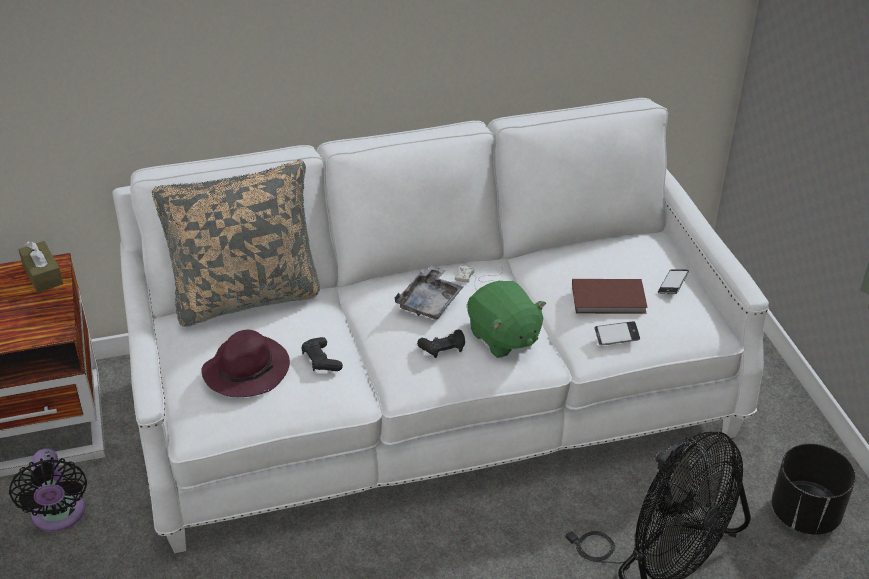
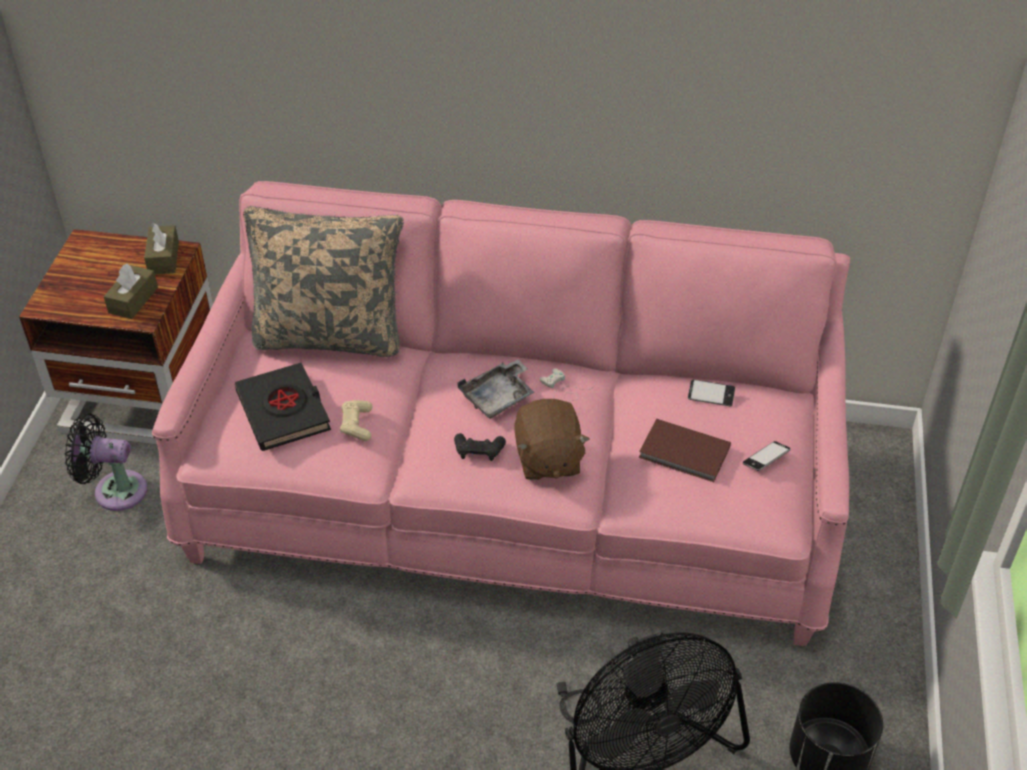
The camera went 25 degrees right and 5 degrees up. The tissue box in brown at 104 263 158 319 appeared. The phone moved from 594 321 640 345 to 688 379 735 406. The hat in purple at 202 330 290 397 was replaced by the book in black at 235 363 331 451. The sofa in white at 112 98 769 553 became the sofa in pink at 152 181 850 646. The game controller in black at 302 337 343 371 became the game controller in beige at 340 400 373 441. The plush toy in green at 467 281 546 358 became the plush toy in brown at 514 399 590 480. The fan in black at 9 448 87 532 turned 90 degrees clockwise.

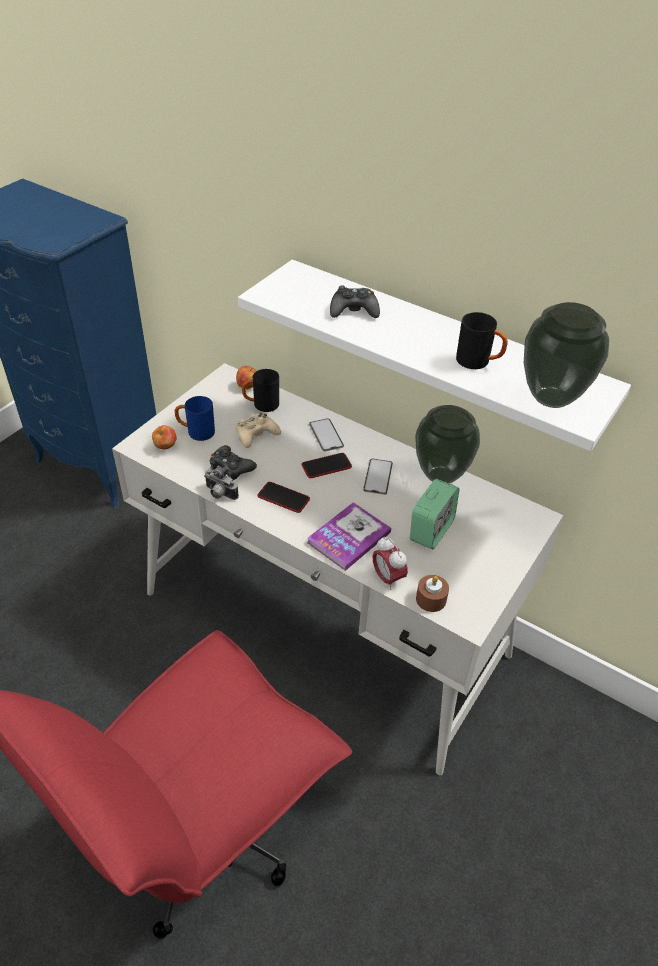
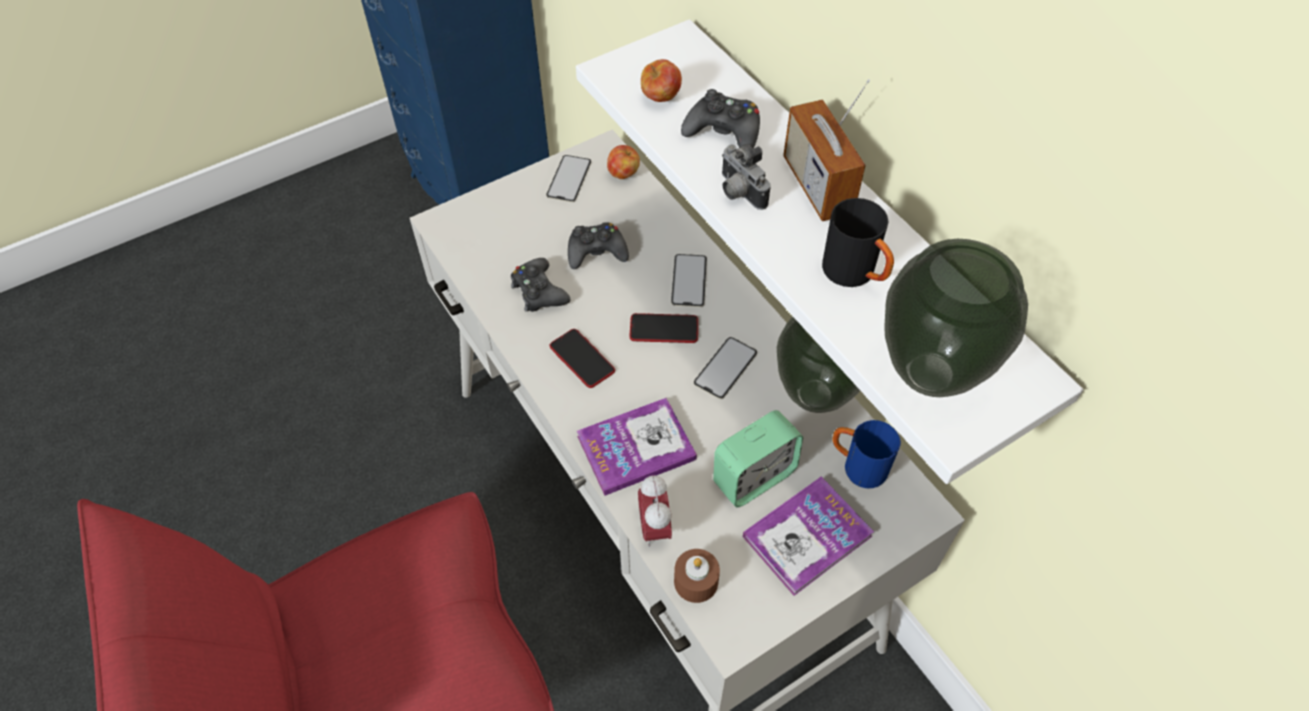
The camera went 25 degrees right and 10 degrees up. The mug in black at 242 369 279 412 disappeared. The phone at 546 155 591 202 appeared. The book at 743 476 874 596 appeared. The radio at 783 79 870 221 appeared. The apple moved from 152 425 177 450 to 641 59 682 102. The mug in blue moved from 175 396 215 441 to 832 420 901 488. The photo camera moved from 204 466 239 500 to 722 144 771 210. The game controller in beige at 236 413 281 448 became the game controller in black at 568 222 629 269.

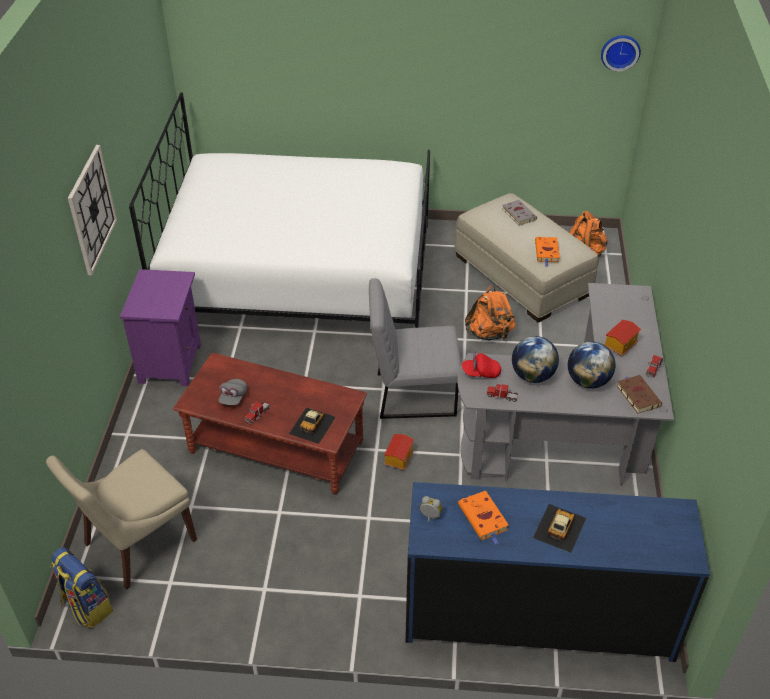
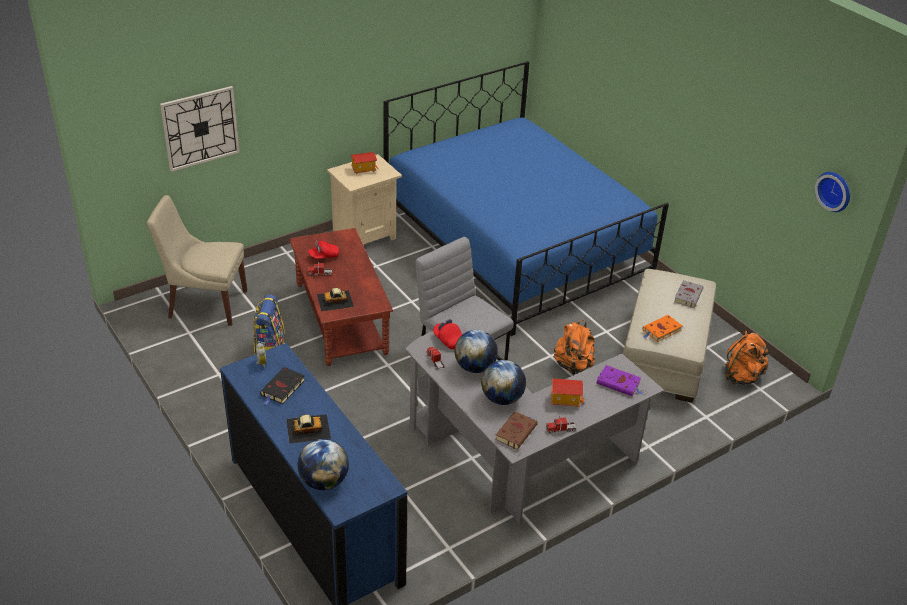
The camera went 50 degrees right and 5 degrees down. The globe at 298 439 349 490 appeared. The book in purple at 597 365 643 396 appeared. The backpack moved from 51 547 113 628 to 253 294 285 355. The wall clock moved from 68 145 117 275 to 160 86 240 172. The toy house moved from 384 434 414 470 to 351 152 378 174. The nightstand in purple at 120 269 201 386 became the nightstand in beige at 327 154 402 244. The bed in white at 129 92 430 328 became the bed in blue at 383 61 669 336. The cap in grey at 218 379 247 405 became the cap in red at 308 240 339 259. The book in orange at 458 490 509 545 became the book in black at 260 367 305 405.

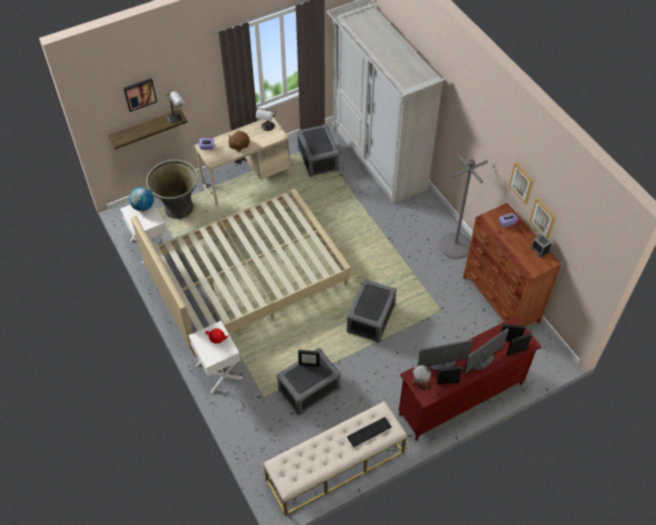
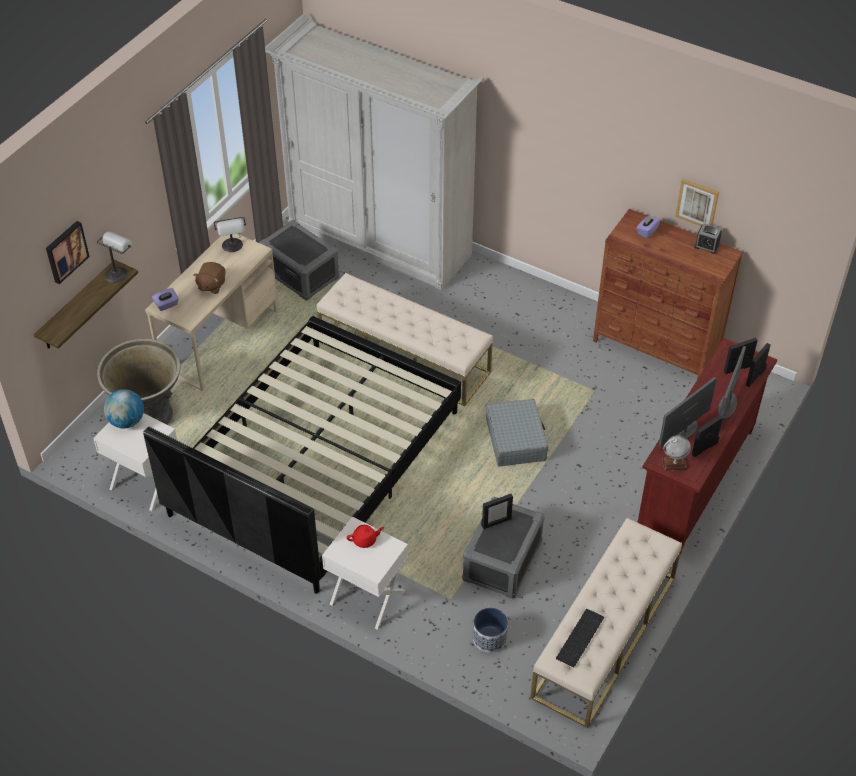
The camera went 30 degrees left and 5 degrees down. The clothes rack in grey at 439 155 488 259 disappeared. The picture at 509 162 534 204 disappeared. The bench in beige at 317 273 493 406 appeared. The planter at 473 608 508 653 appeared. The keyboard moved from 347 417 392 447 to 556 609 604 667. The storage box in grey at 346 279 397 343 was replaced by the suitcase in grey at 486 399 548 467. The bed in beige at 131 188 351 355 became the bed in black at 143 316 461 594.

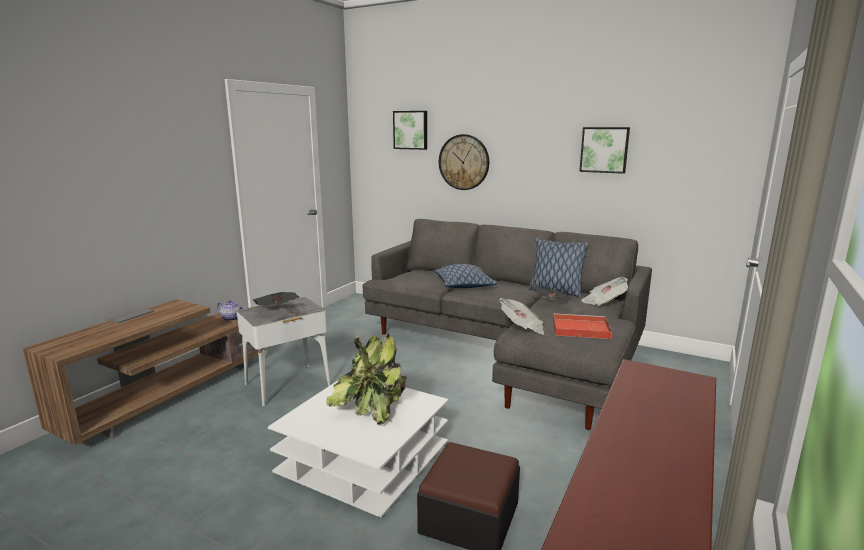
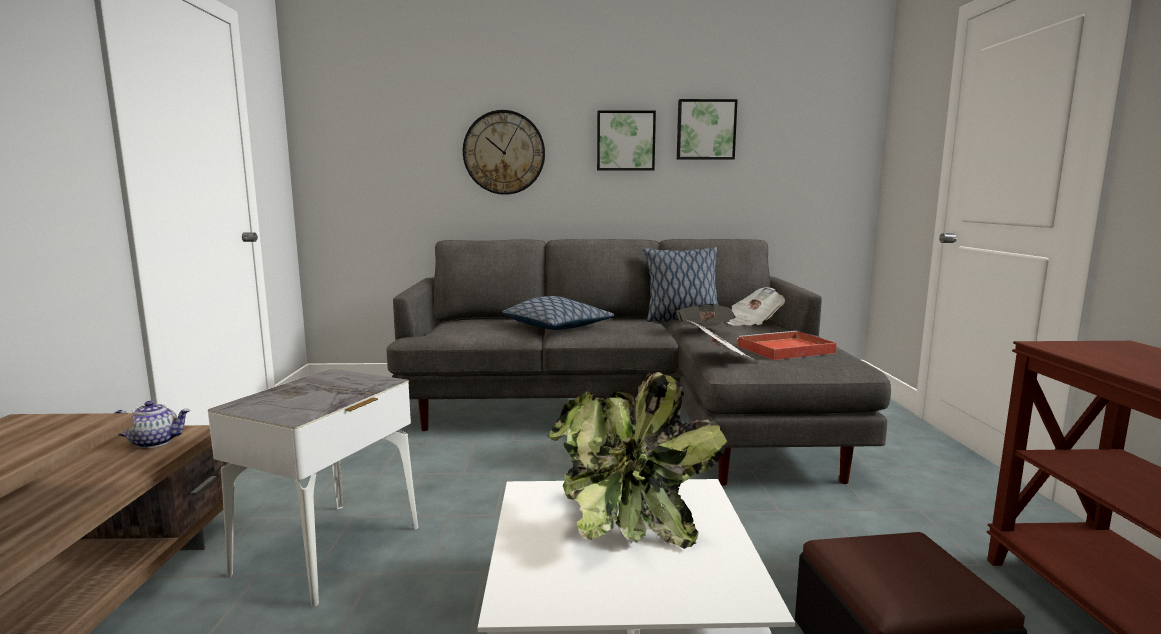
The camera went 30 degrees left and 5 degrees down. The newspaper at 253 292 299 305 disappeared. The picture moved from 393 111 427 150 to 597 110 656 171.

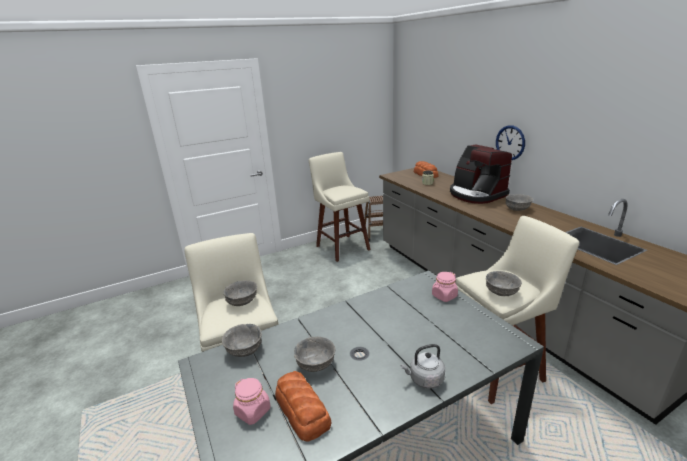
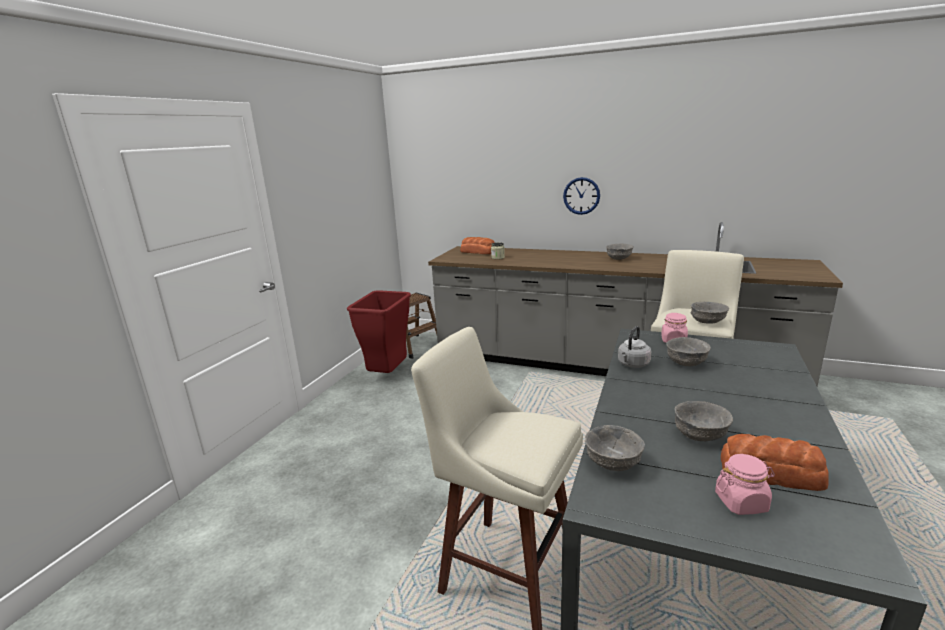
The camera went 40 degrees left and 5 degrees down. The coffee machine at 450 144 512 204 disappeared. The bowl in grey moved from 223 280 257 306 to 666 337 711 366. The kettle in grey moved from 401 344 445 389 to 618 326 651 368. The stool in beige at 309 152 370 262 was replaced by the trash can in red at 347 290 411 373.

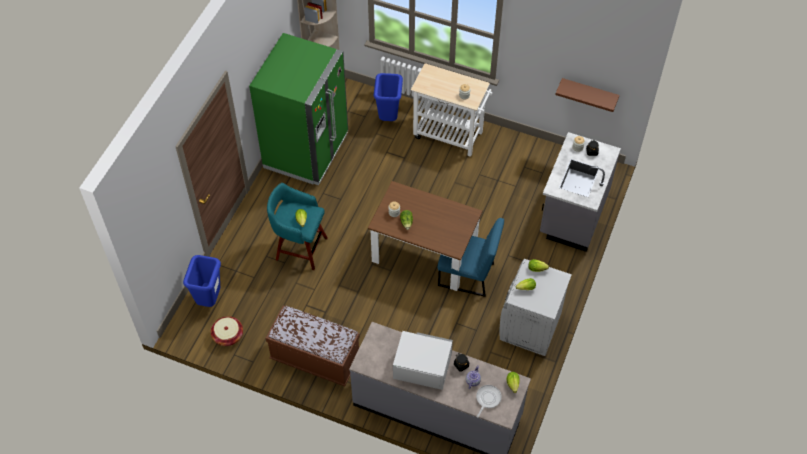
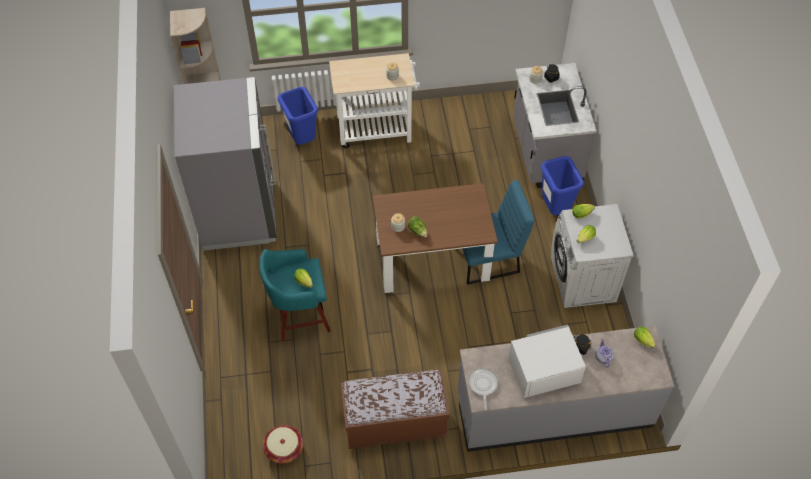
The camera went 30 degrees left and 0 degrees up. The shelf in brown at 555 78 620 112 disappeared. The trash can in blue moved from 183 255 221 307 to 541 156 584 215. The frying pan moved from 476 385 502 418 to 469 368 498 410. The fridge in green at 249 33 348 185 became the fridge in grey at 174 77 277 251.

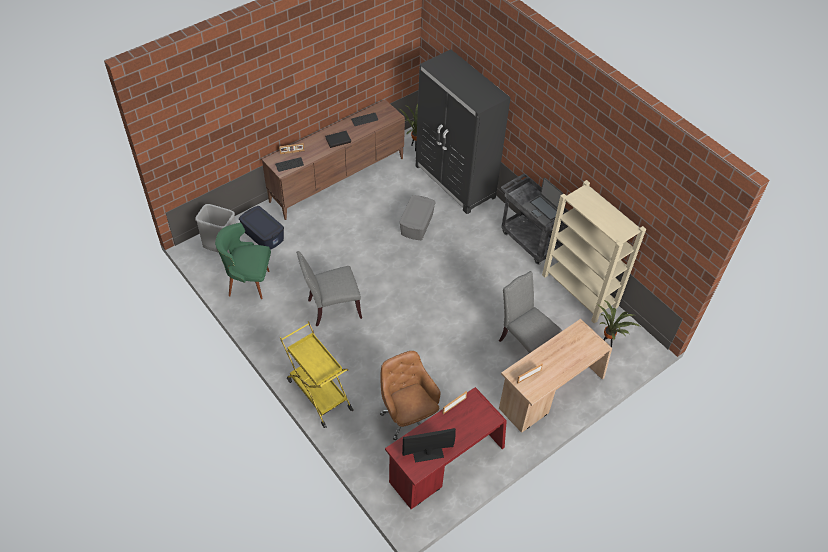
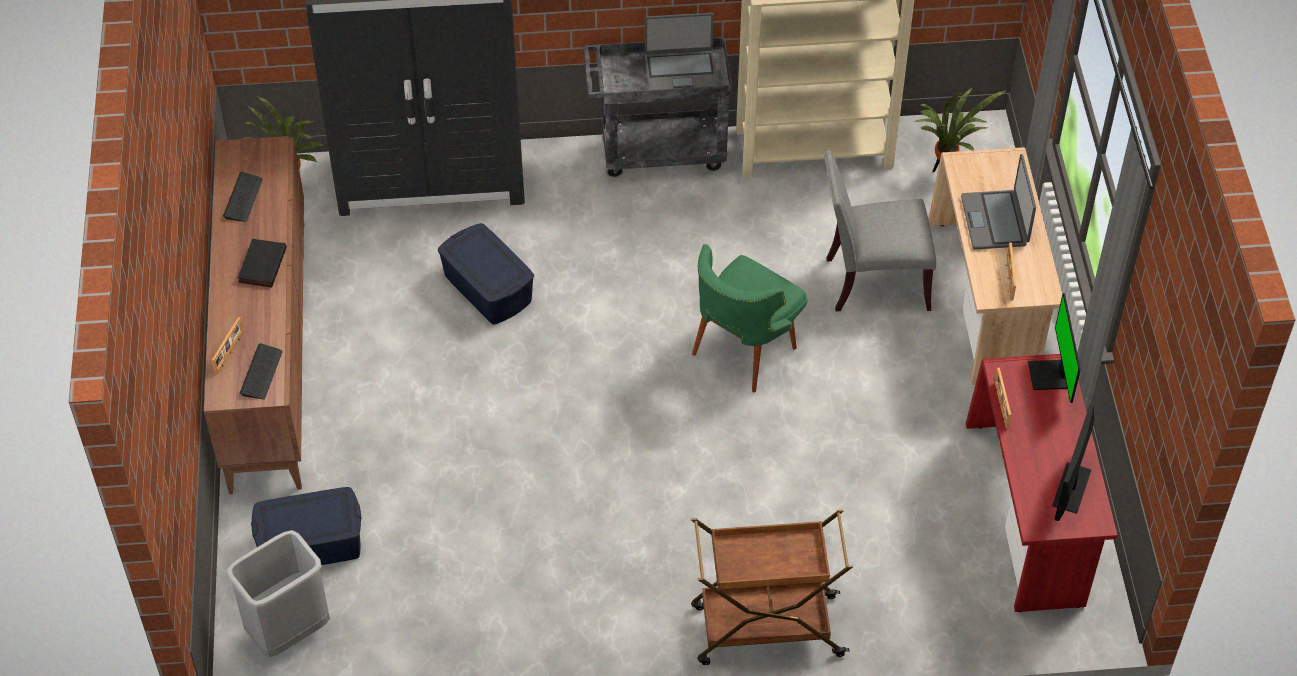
The camera went 55 degrees left and 0 degrees up. The chair in grey at 296 251 362 326 disappeared. The office chair in brown at 380 351 440 440 disappeared. The laptop at 961 154 1036 250 appeared. The monitor at 1028 293 1080 403 appeared. The chair in green moved from 215 223 271 299 to 692 244 807 393. The cart in yellow at 280 321 354 428 became the cart in brown at 691 510 853 665. The storage box in grey at 399 195 436 240 became the storage box in blue at 438 223 534 325.

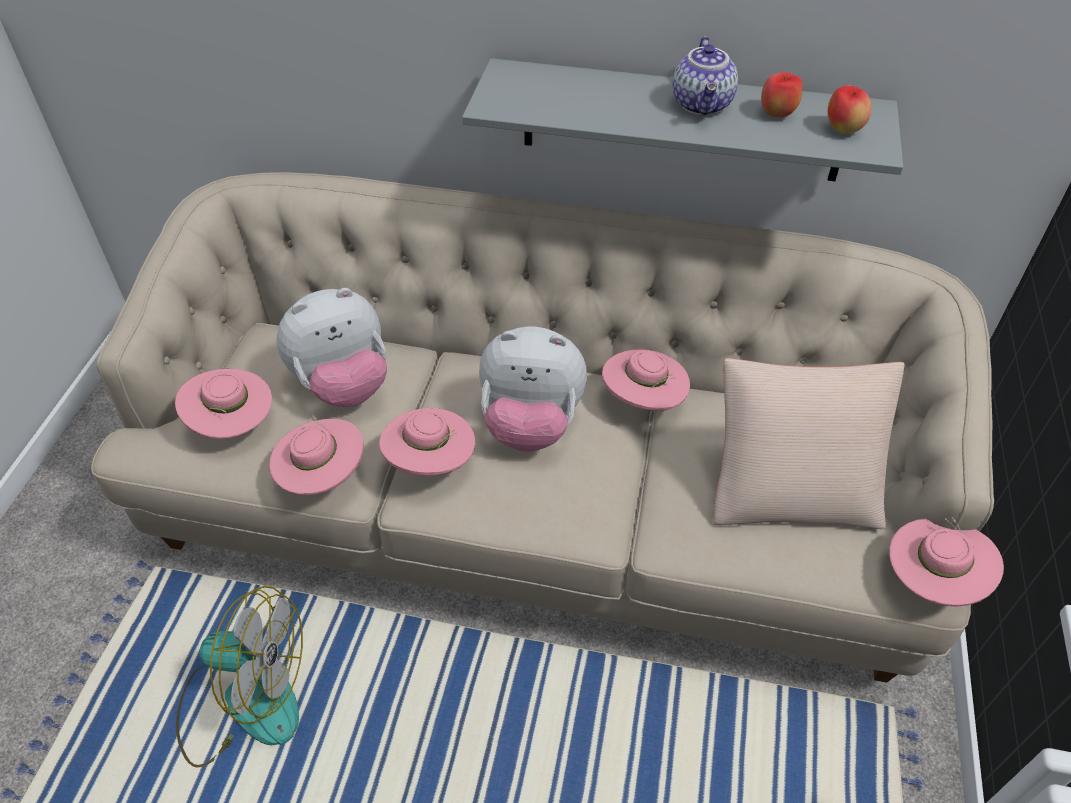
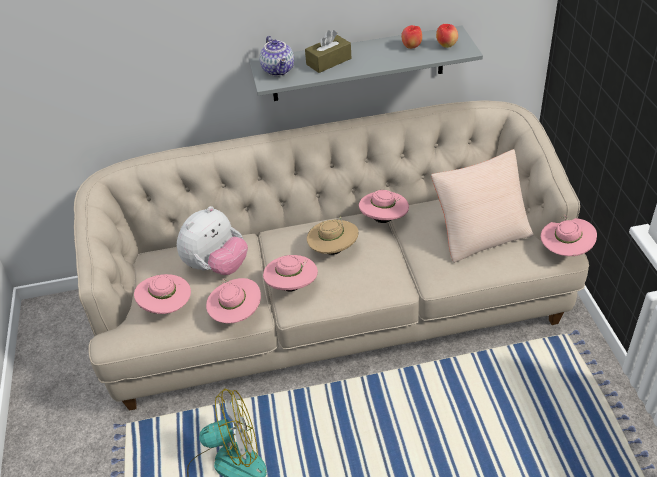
The camera went 20 degrees left and 5 degrees down. The tissue box in brown at 305 30 351 73 appeared. The teapot moved from 673 36 738 115 to 259 36 294 76. The plush toy at 479 327 587 452 was replaced by the hat in beige at 307 215 359 255.

